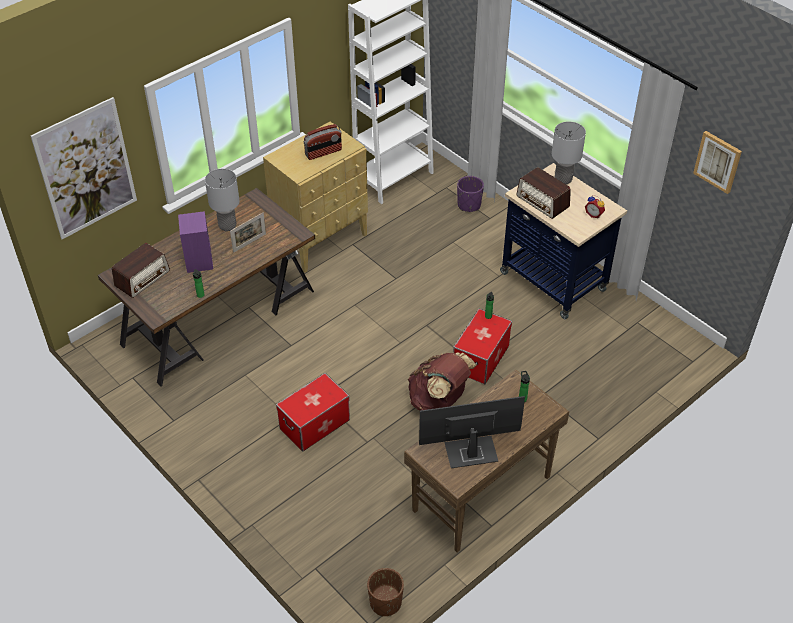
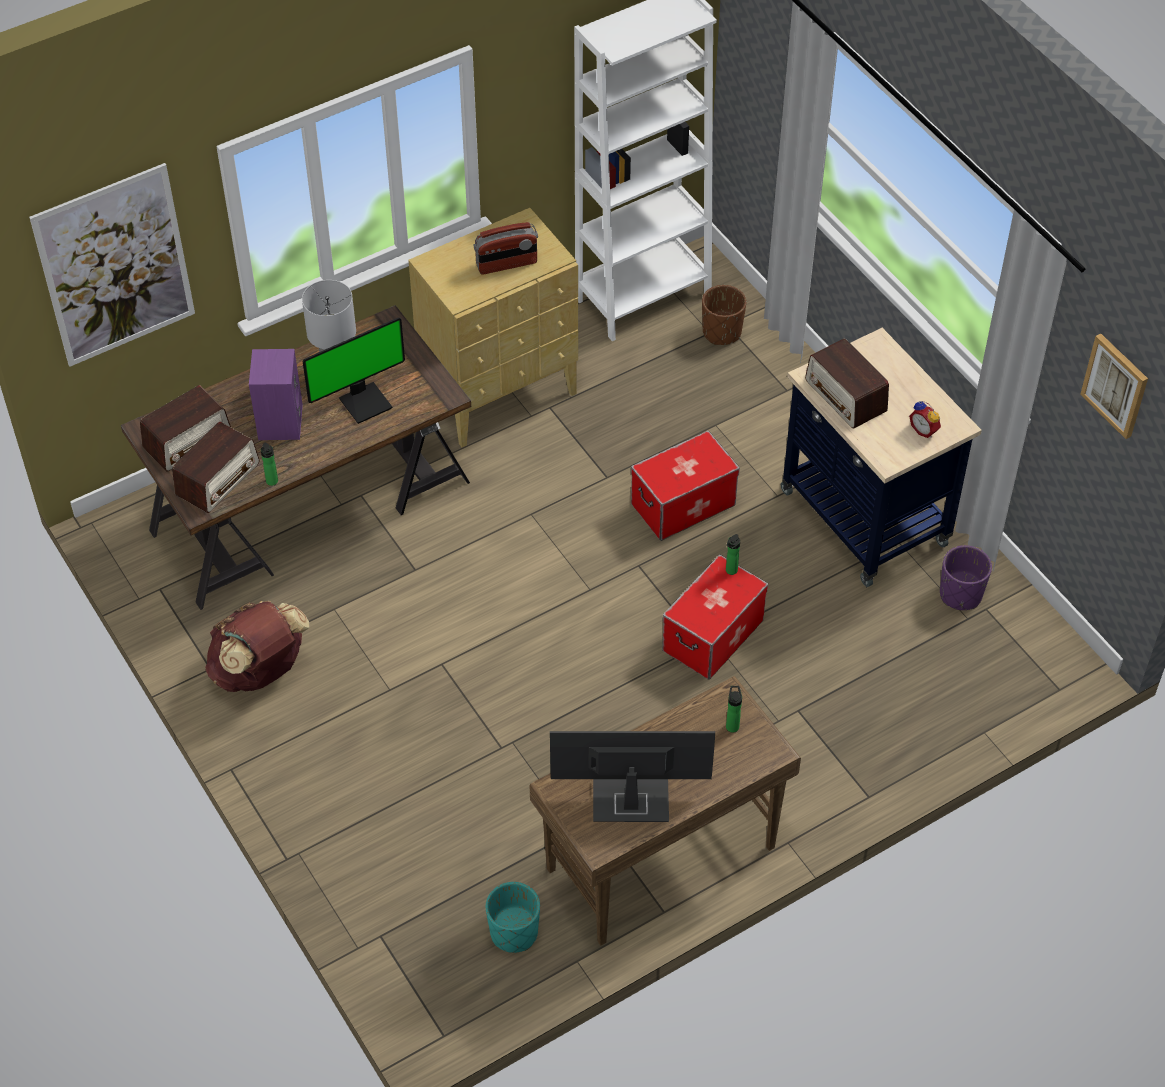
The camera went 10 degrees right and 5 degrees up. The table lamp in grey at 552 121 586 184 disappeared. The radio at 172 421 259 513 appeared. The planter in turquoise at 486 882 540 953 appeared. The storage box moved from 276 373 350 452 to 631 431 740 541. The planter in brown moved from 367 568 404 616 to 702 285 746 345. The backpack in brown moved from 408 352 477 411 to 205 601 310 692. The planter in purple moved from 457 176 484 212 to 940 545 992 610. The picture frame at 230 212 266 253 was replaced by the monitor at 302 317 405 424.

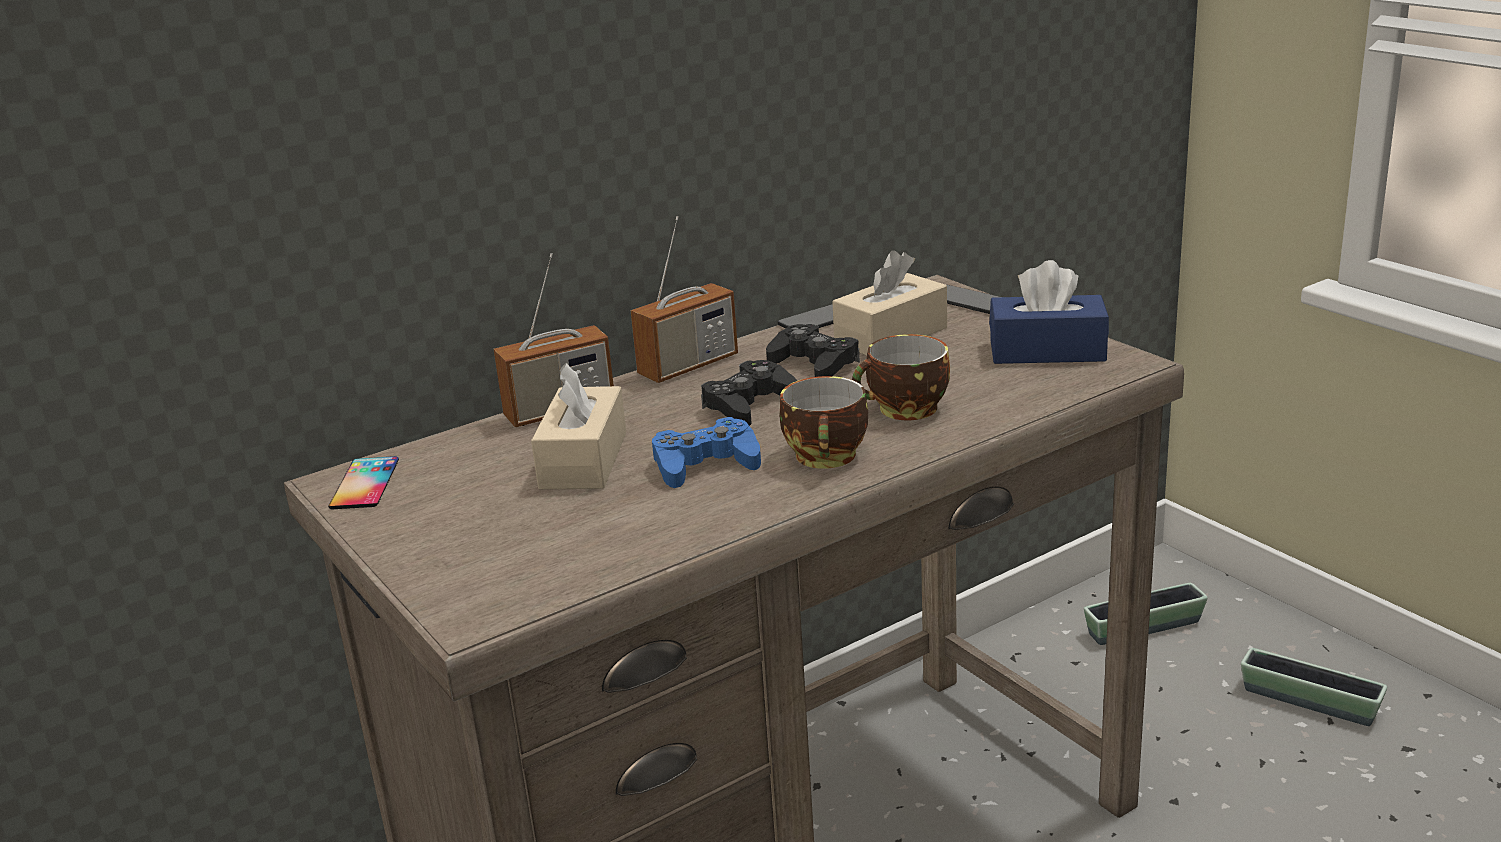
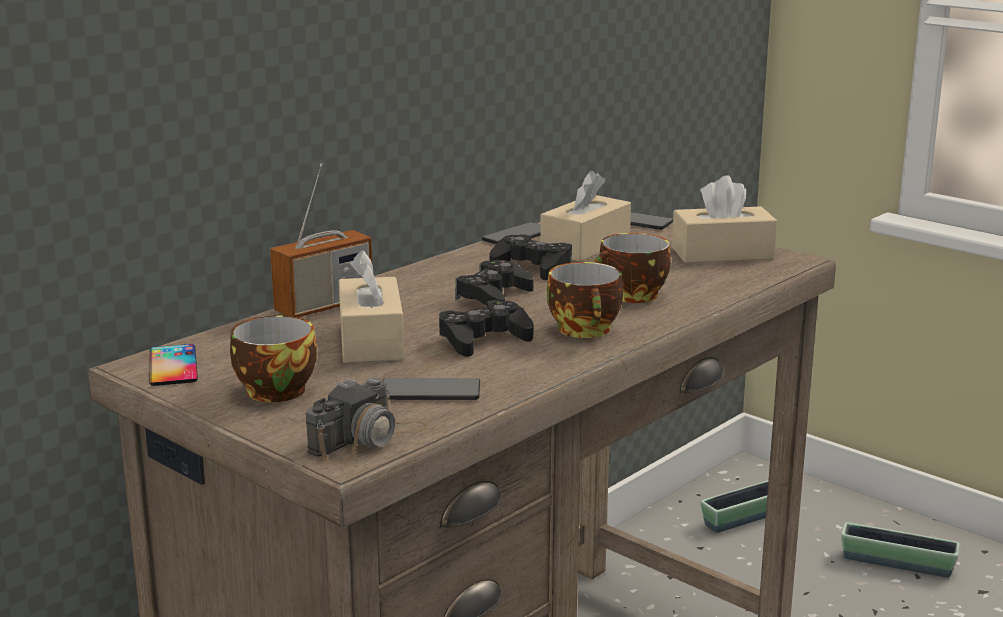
The camera went 15 degrees left and 5 degrees down. The radio at 631 216 738 383 disappeared. The cup at 230 315 317 402 appeared. The photo camera at 306 378 429 465 appeared. The phone at 382 378 480 400 appeared. The game controller in blue at 652 417 761 488 became the game controller in black at 439 300 533 357. The tissue box in blue at 989 260 1109 364 became the tissue box in beige at 672 175 777 263.

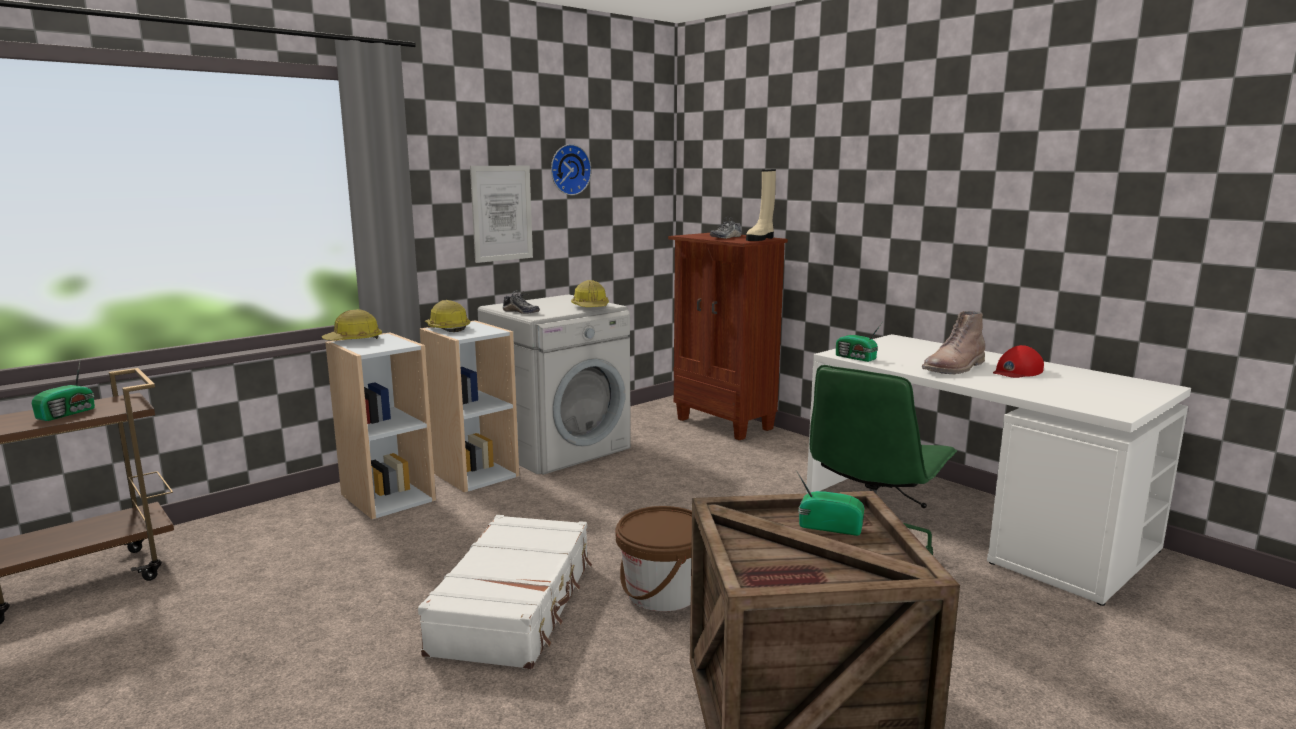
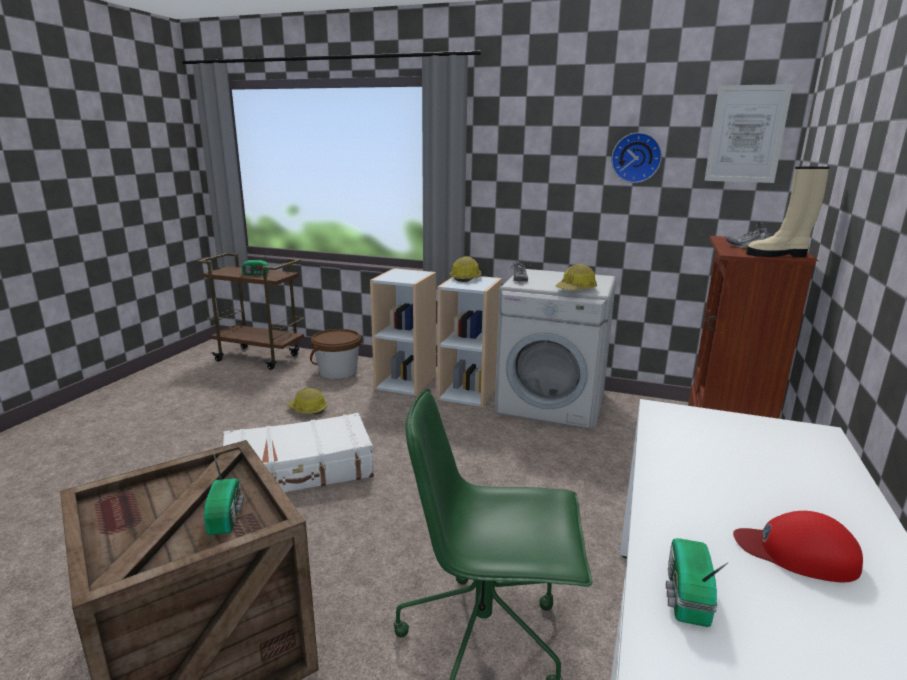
The camera went 60 degrees right and 5 degrees up. The boot in brown at 922 311 985 375 disappeared. The hard hat moved from 322 309 382 340 to 286 388 327 415. The picture moved from 470 166 533 263 to 704 84 793 183. The bucket in brown moved from 616 506 692 612 to 310 329 361 379. The radio moved from 836 323 882 362 to 666 538 728 627.

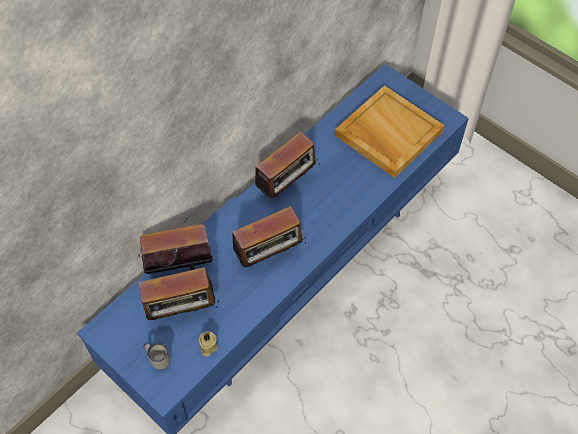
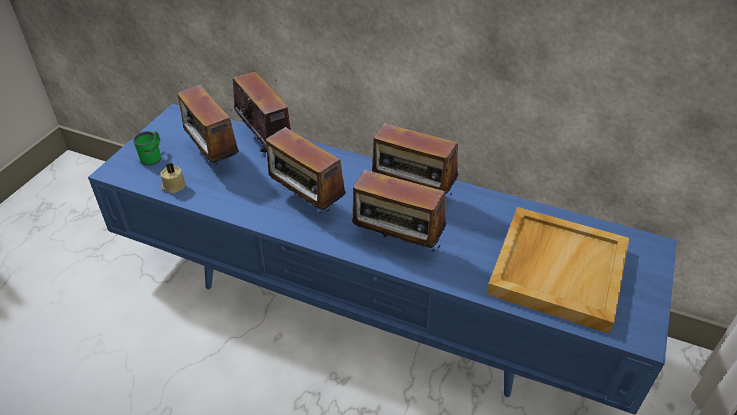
The camera went 70 degrees right and 15 degrees down. The radio at 352 170 447 252 appeared. The mug in white at 143 342 170 370 became the mug in green at 133 131 161 165.

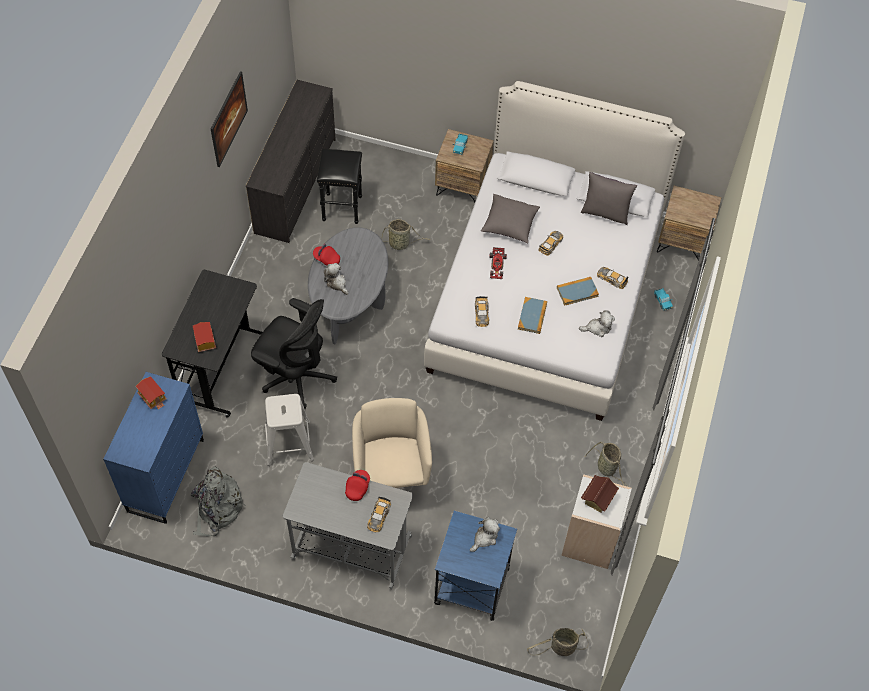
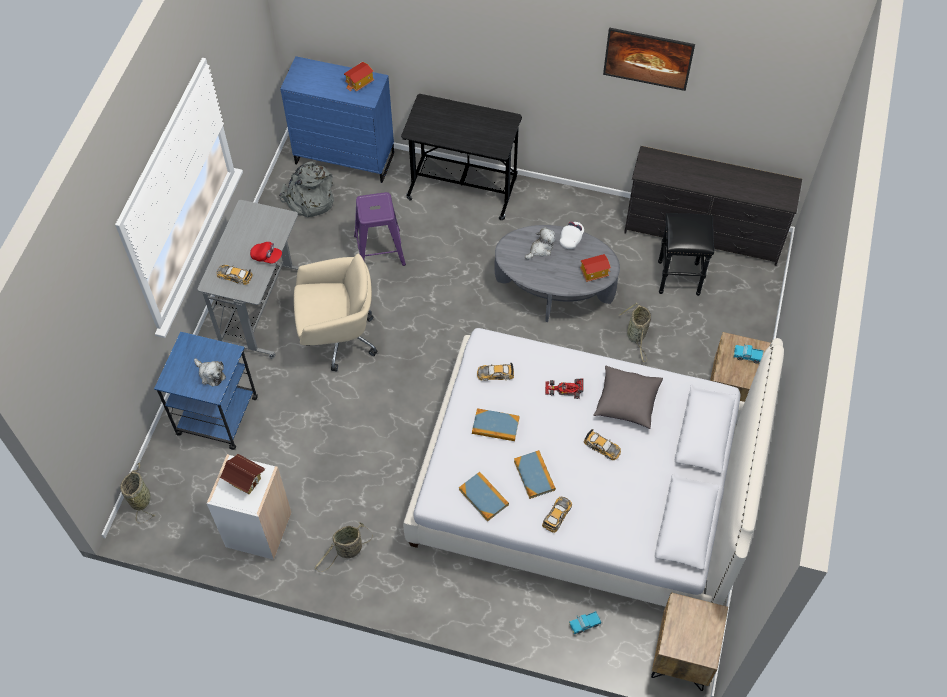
The camera went 90 degrees right and 0 degrees up. The office chair in black at 251 298 337 409 disappeared. The pillow in grey at 581 172 637 225 disappeared. The toy house moved from 193 322 216 352 to 580 254 611 282. The plush toy at 579 310 615 337 was replaced by the book at 459 472 509 521. The stool in white at 264 394 314 466 became the stool in purple at 354 192 406 266. The cap in red at 313 244 340 265 became the cap in white at 560 222 584 249.

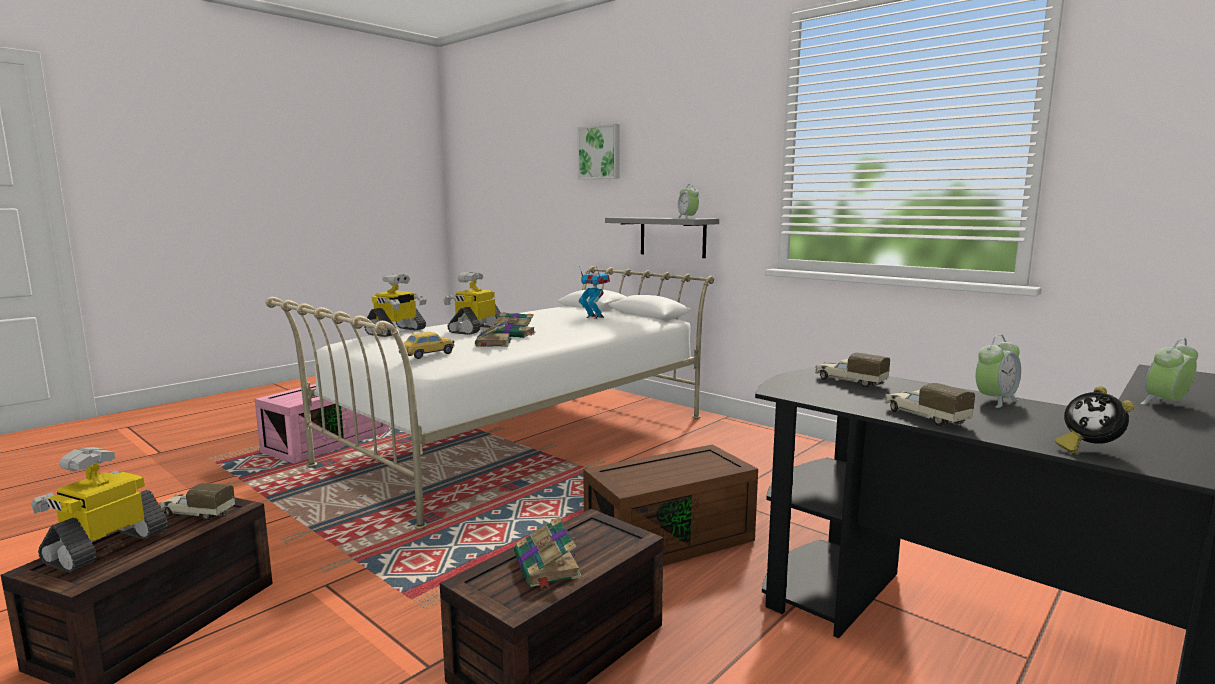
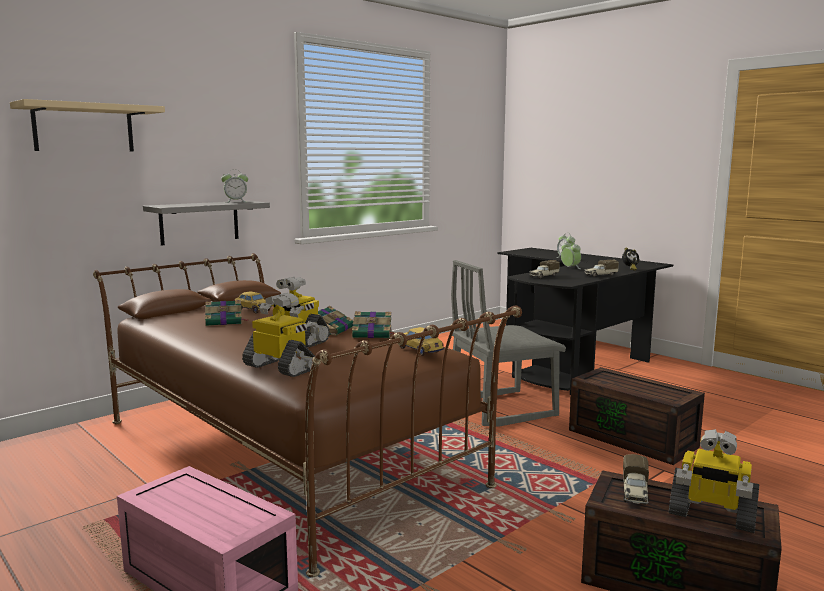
The camera went 85 degrees left and 0 degrees up. The book moved from 514 517 582 589 to 205 300 249 326. The picture at 577 123 620 180 was replaced by the shelf in beige at 10 99 165 152. The toy robot at 579 266 610 319 was replaced by the toy car at 234 292 272 314. The storage box in brown at 583 444 758 566 was replaced by the chair in grey at 451 260 566 426. The bed in white at 266 266 714 529 became the bed in brown at 93 253 522 577.

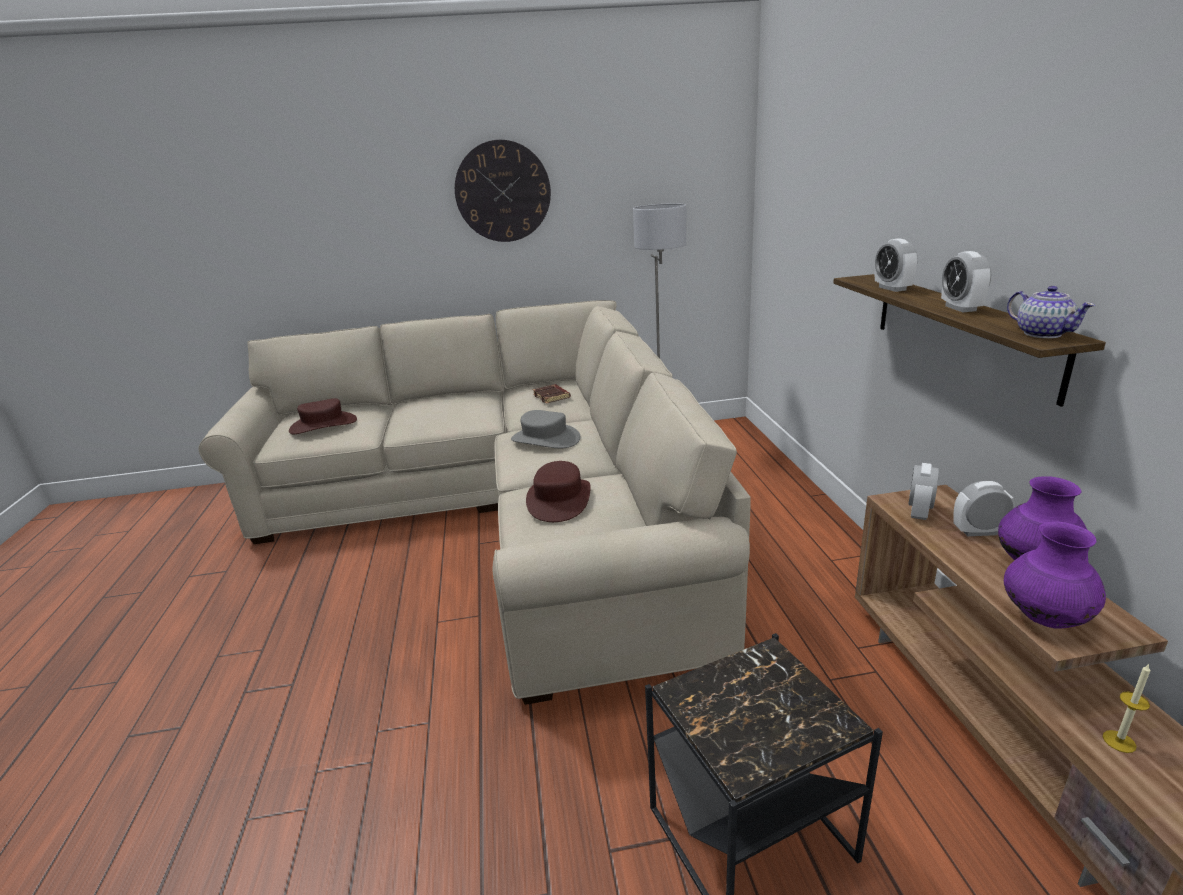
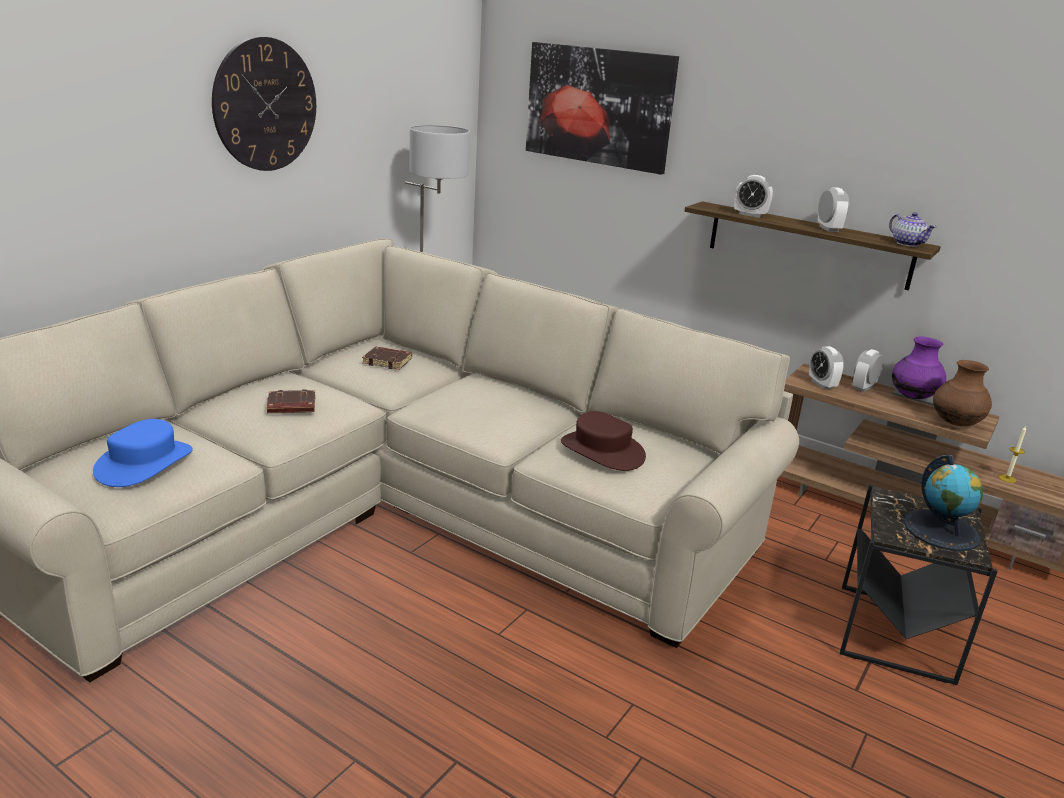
The camera went 50 degrees left and 0 degrees up. The hat in grey at 511 410 580 448 disappeared. The book in brown at 267 389 316 413 appeared. The picture at 526 42 679 175 appeared. The globe at 904 455 983 551 appeared. The hat in brown at 289 398 357 434 became the hat in blue at 93 419 193 487. The vase in purple at 1004 522 1106 629 became the vase in brown at 933 360 992 426. The alarm clock at 941 251 992 312 turned 135 degrees counterclockwise. The teapot at 1007 286 1095 338 turned 45 degrees clockwise.

